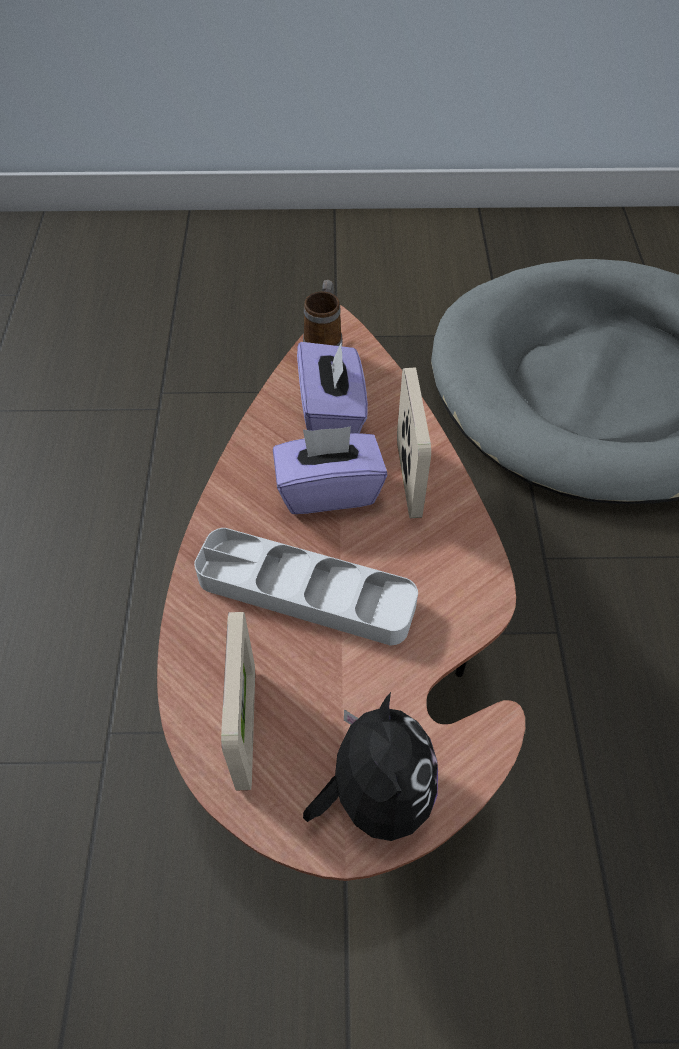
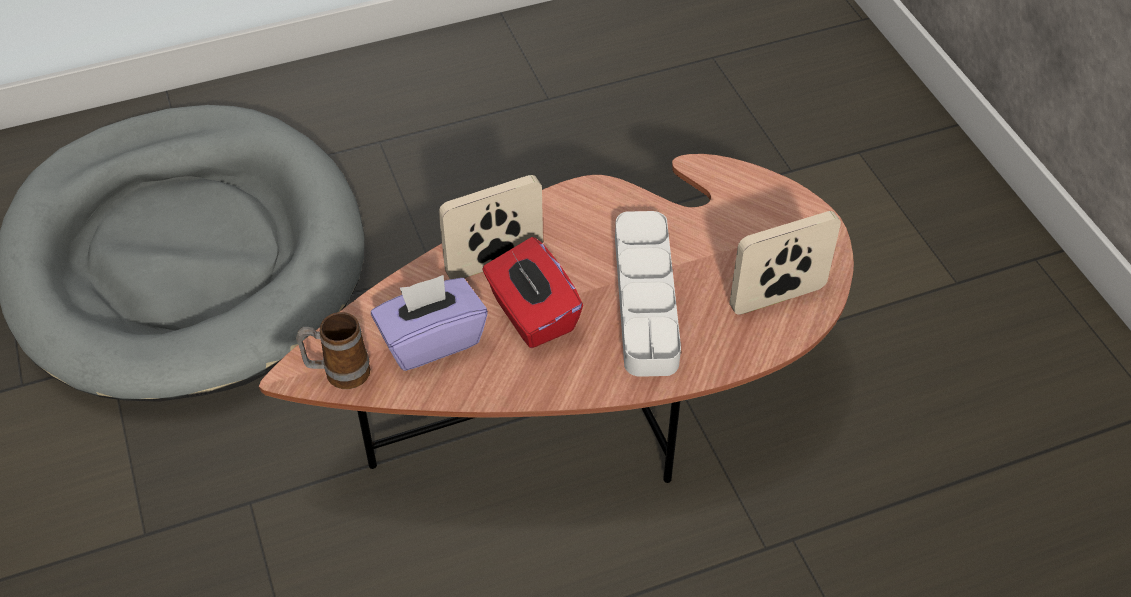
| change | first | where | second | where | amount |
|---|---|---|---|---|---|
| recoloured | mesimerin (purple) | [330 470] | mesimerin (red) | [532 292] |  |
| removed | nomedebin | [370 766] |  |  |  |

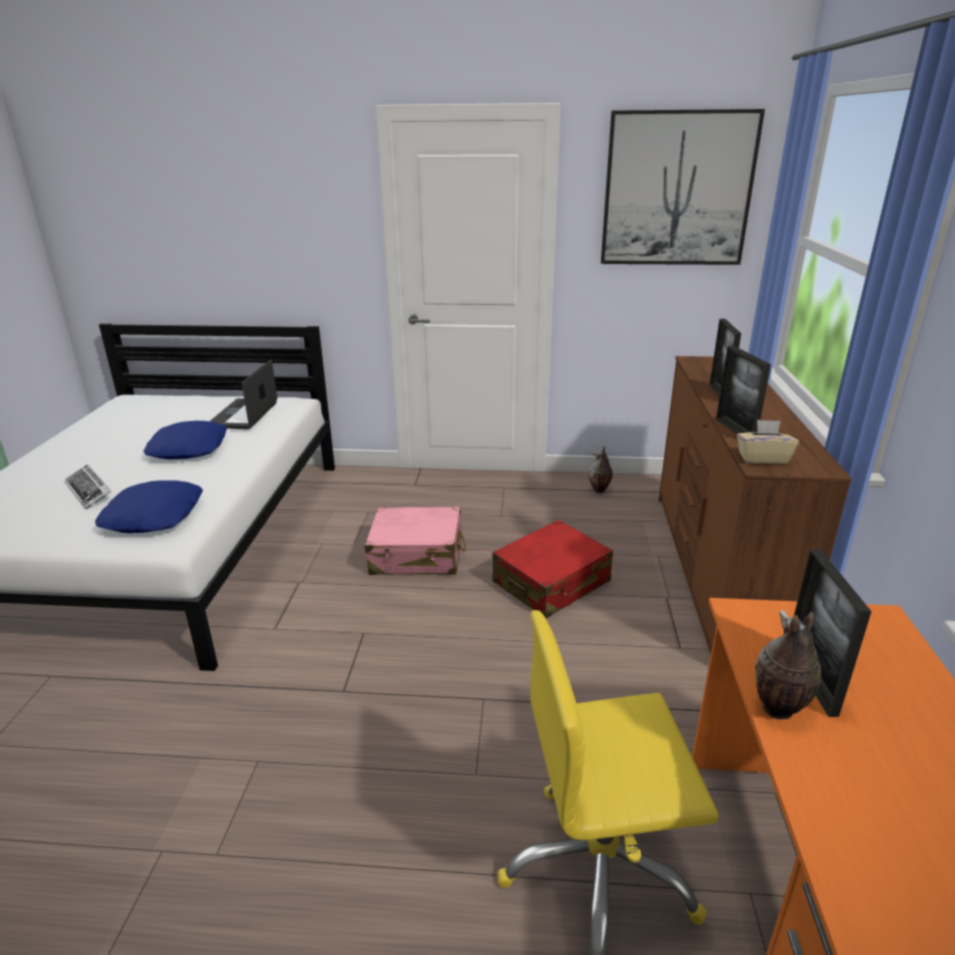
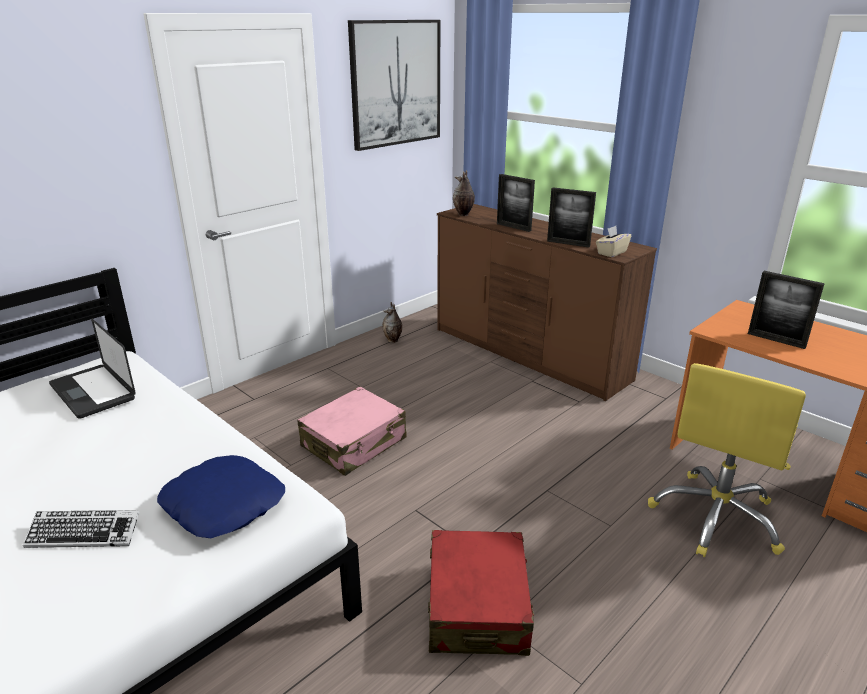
| change | first | where | second | where | amount |
|---|---|---|---|---|---|
| moved | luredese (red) | [552 569] |  | [481 593] |  |
| moved | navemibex | [788 665] |  | [464 193] |  |
| removed | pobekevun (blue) | [185 440] |  |  |  |

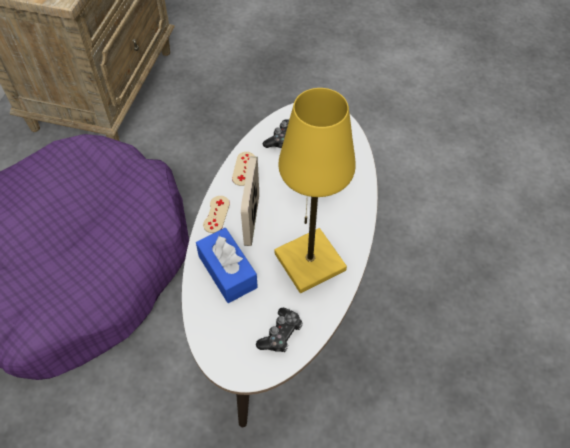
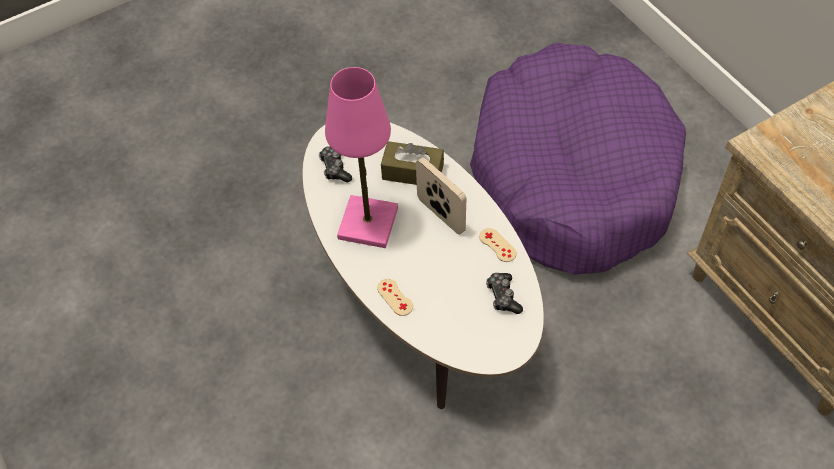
| change | first | where | second | where | amount |
|---|---|---|---|---|---|
| recoloured | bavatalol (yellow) | [315 190] | bavatalol (pink) | [361 157] |  |
| moved | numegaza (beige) | [216 214] |  | [395 297] |  |
| recoloured | mesimerin (blue) | [227 265] | mesimerin (brown) | [412 163] |  |

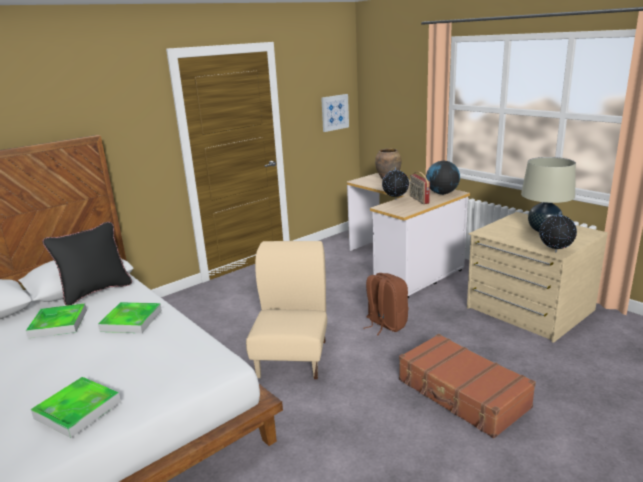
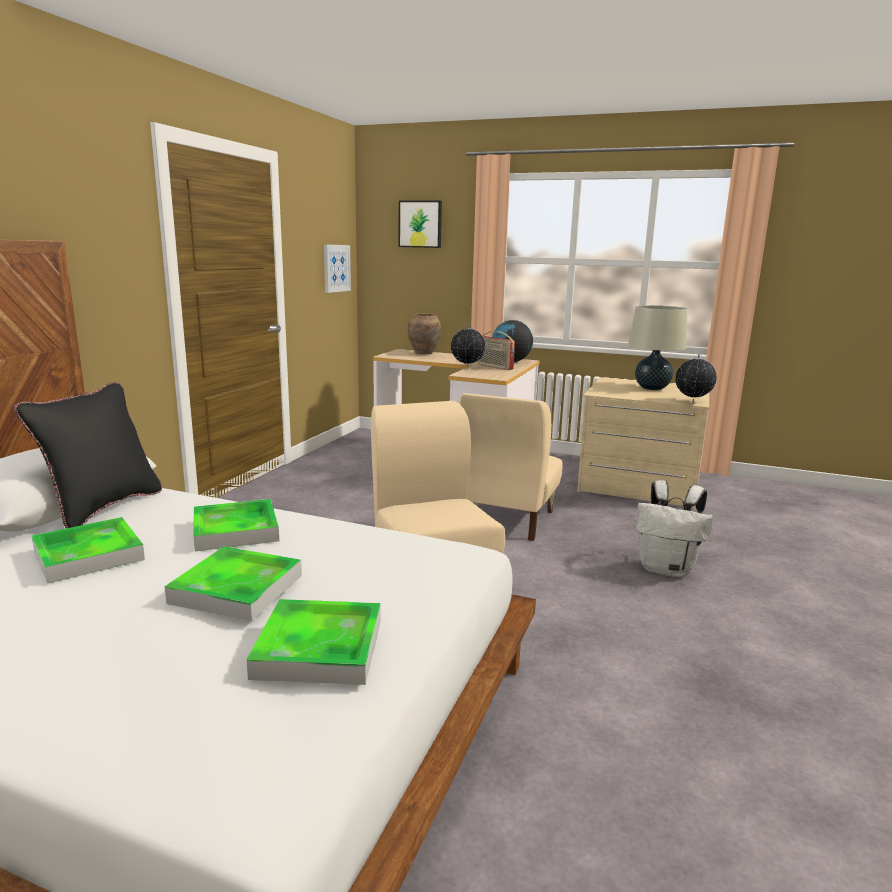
| change | first | where | second | where | amount |
|---|---|---|---|---|---|
| added |  |  | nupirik | [233 584] |  |
| added |  |  | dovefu | [420 224] |  |
| replaced | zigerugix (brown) | [386 304] | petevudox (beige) | [511 467] |  |
| replaced | luredese (brown) | [467 386] | zigerugix (white) | [674 528] |  |

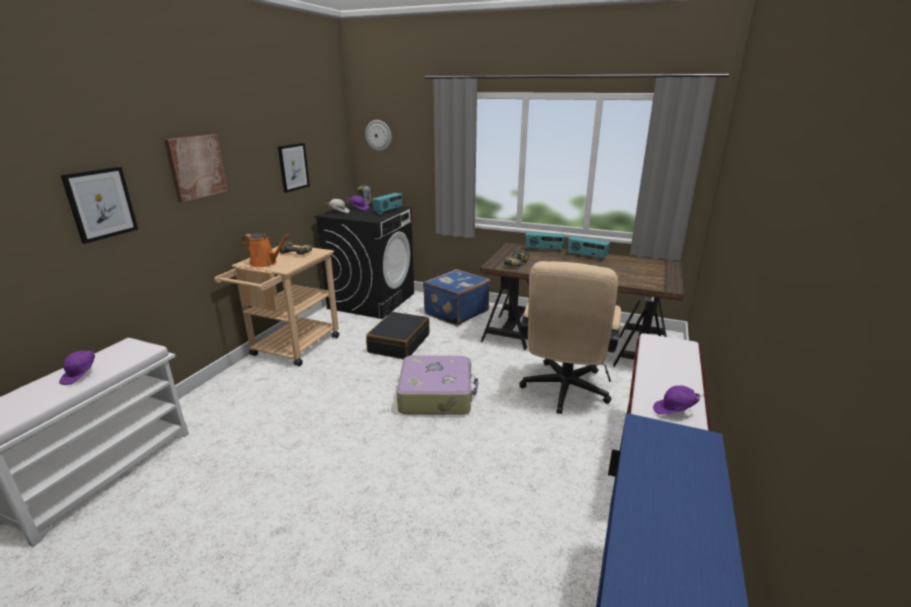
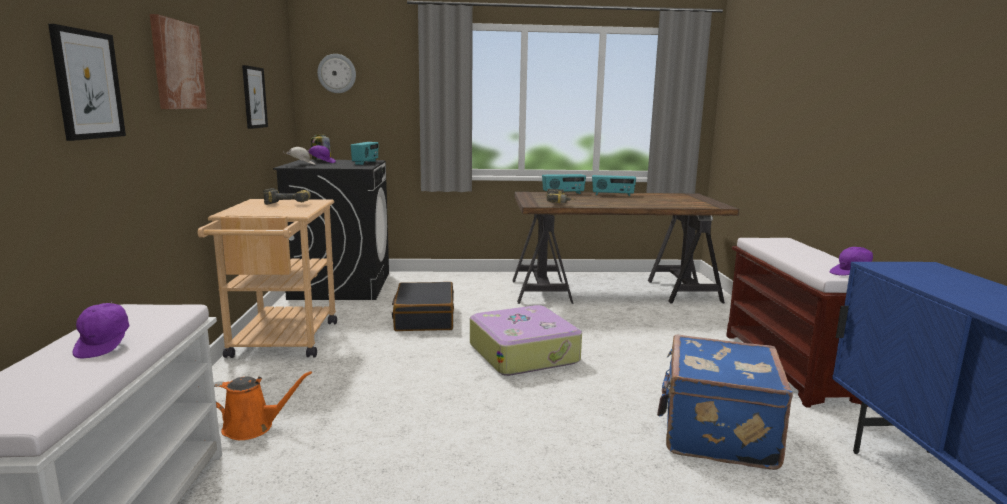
| change | first | where | second | where | amount |
|---|---|---|---|---|---|
| moved | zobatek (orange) | [265 250] |  | [263 405] |  |
| moved | luredese (blue) | [456 297] |  | [725 402] |  |
| removed | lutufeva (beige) | [570 337] |  |  |  |

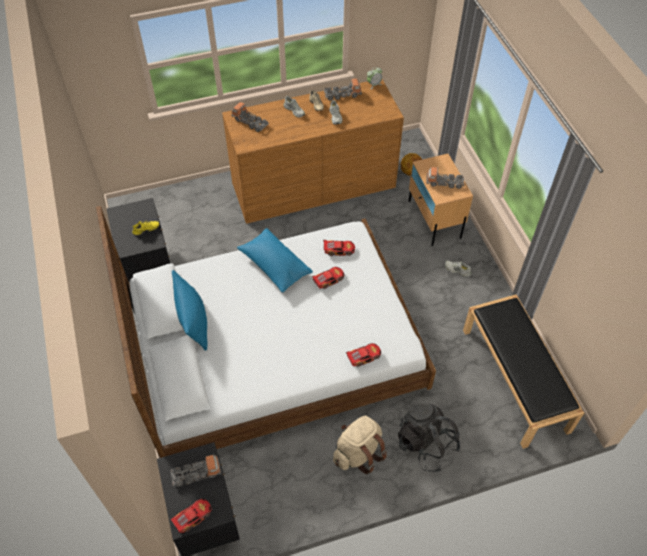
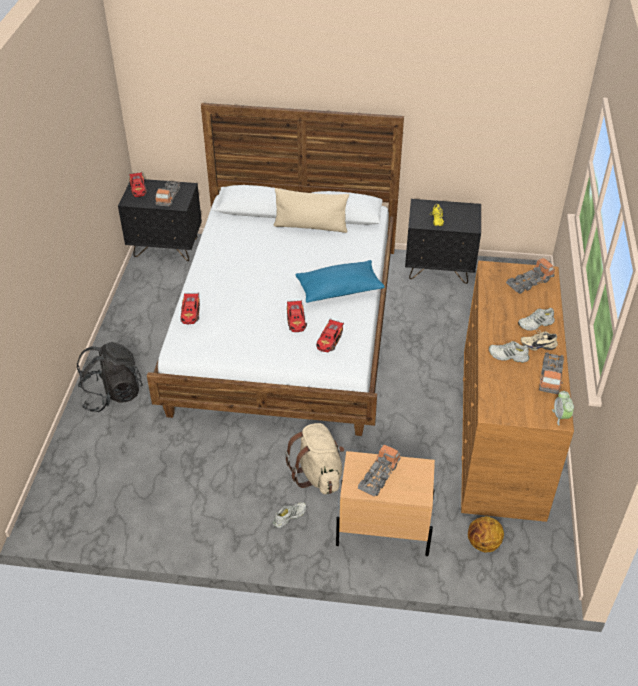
| change | first | where | second | where | amount |
|---|---|---|---|---|---|
| recoloured | pobekevun (blue) | [190 310] | pobekevun (beige) | [311 210] |  |
| moved | zigerugix (beige) | [360 445] |  | [314 458] |  |
| removed | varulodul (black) | [523 371] |  |  |  |

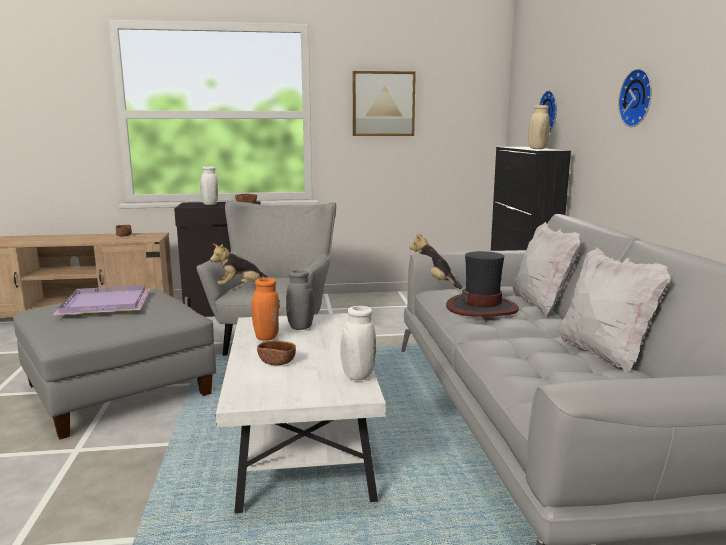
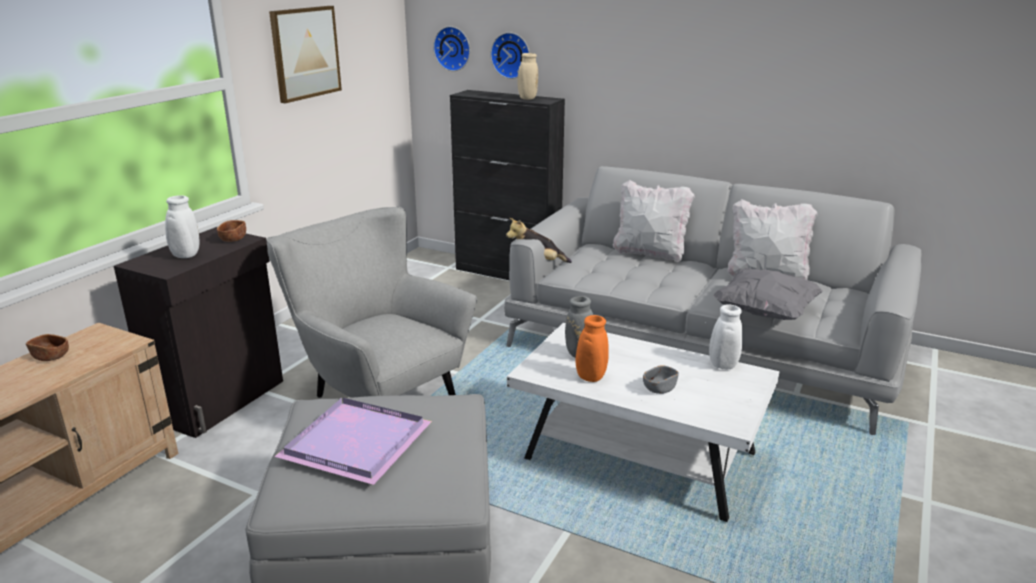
| change | first | where | second | where | amount |
|---|---|---|---|---|---|
| moved | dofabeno | [635 98] |  | [451 48] |  |
| recoloured | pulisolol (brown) | [276 353] | pulisolol (grey) | [661 379] |  |
| added |  |  | pobekevun (grey) | [768 294] |  |
| removed | nomedebin | [239 264] |  |  |  |
| removed | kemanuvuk | [482 284] |  |  |  |

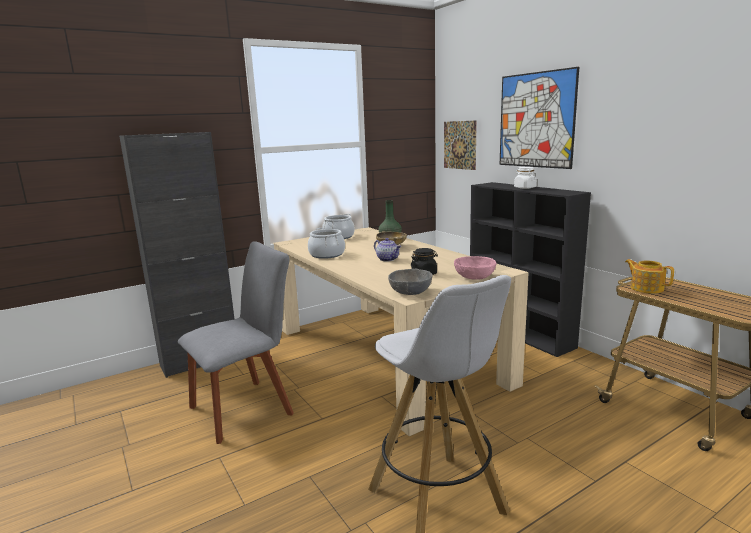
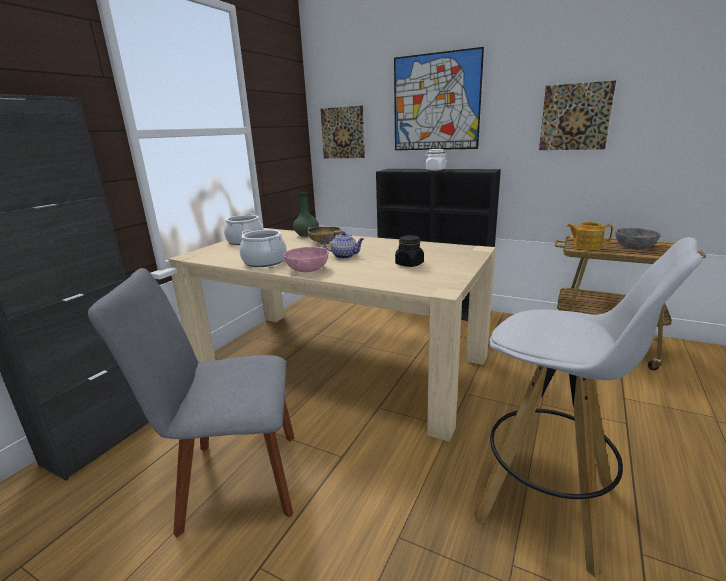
| change | first | where | second | where | amount |
|---|---|---|---|---|---|
| turned | petevudox (grey) | [236 342] |  | [191 403] | 120 degrees counterclockwise |
| moved | pulisolol (pink) | [475 268] |  | [306 259] |  |
| added |  |  | dovefu | [577 115] |  |
| moved | pulisolol (grey) | [410 282] |  | [638 238] |  |

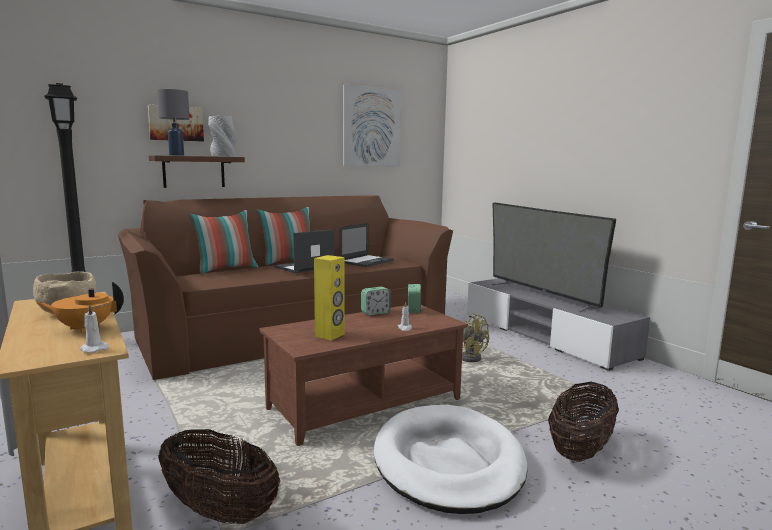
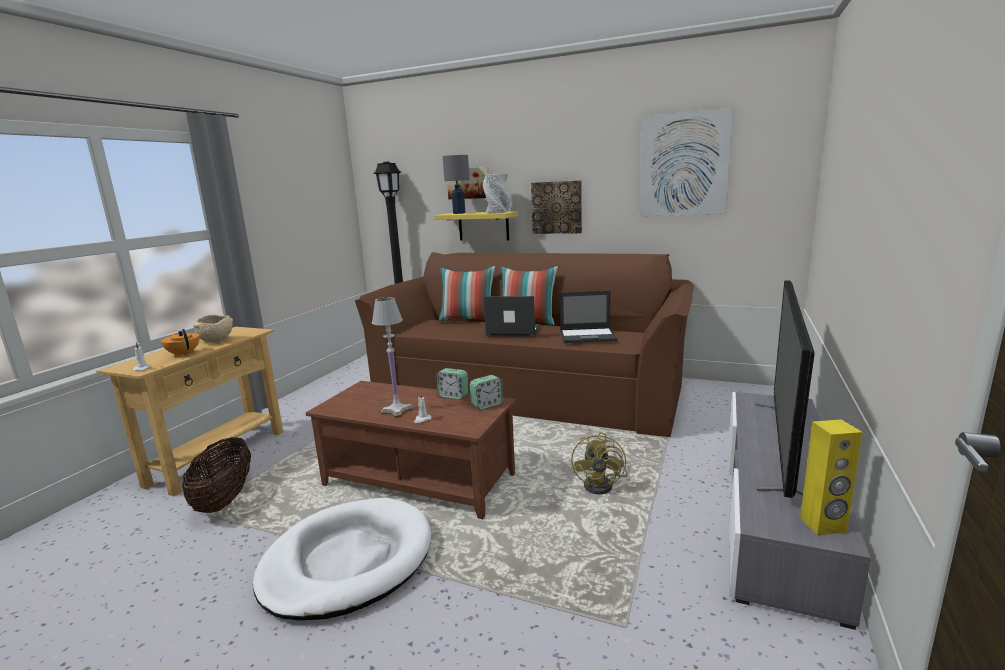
| change | first | where | second | where | amount |
|---|---|---|---|---|---|
| added |  |  | bavatalol (white) | [392 357] |  |
| recoloured | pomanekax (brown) | [197 171] | pomanekax (yellow) | [476 226] |  |
| added |  |  | dovefu | [556 207] |  |
| moved | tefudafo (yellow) | [329 298] |  | [831 477] |  |
| removed | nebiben | [583 422] |  |  |  |

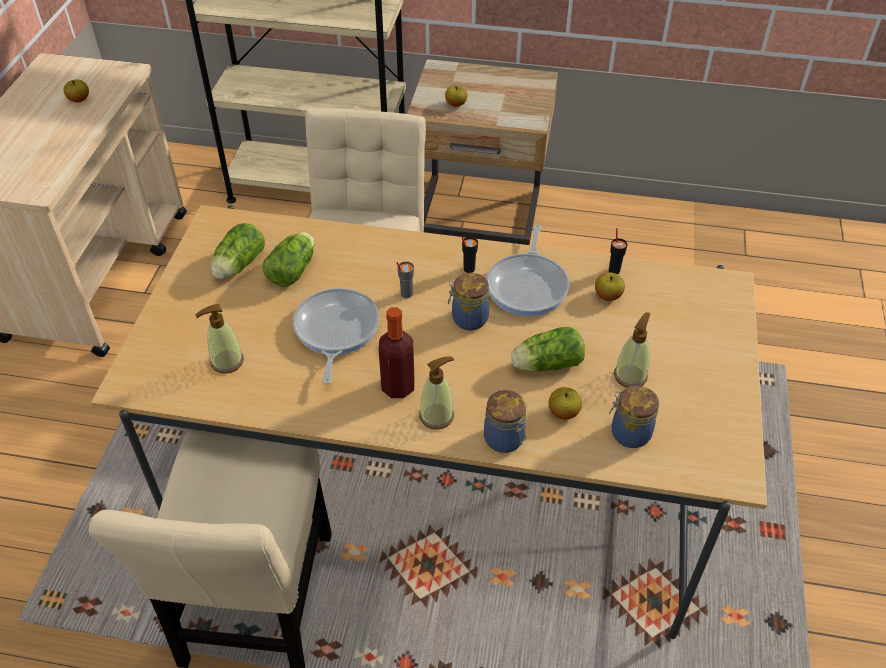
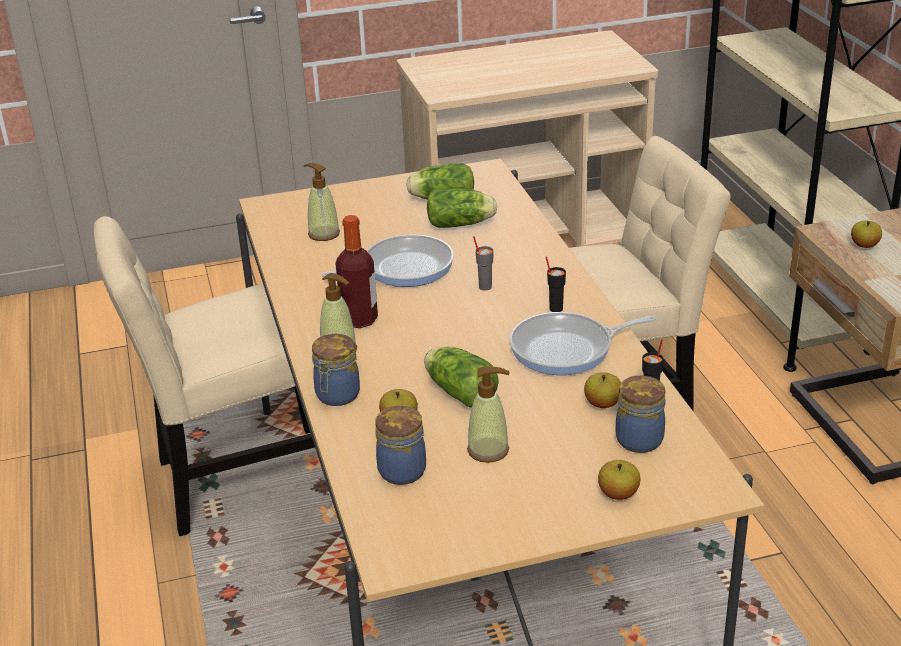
| change | first | where | second | where | amount |
|---|---|---|---|---|---|
| moved | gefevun | [76 90] |  | [619 480] |  |
| moved | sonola | [468 302] |  | [640 414] |  |

